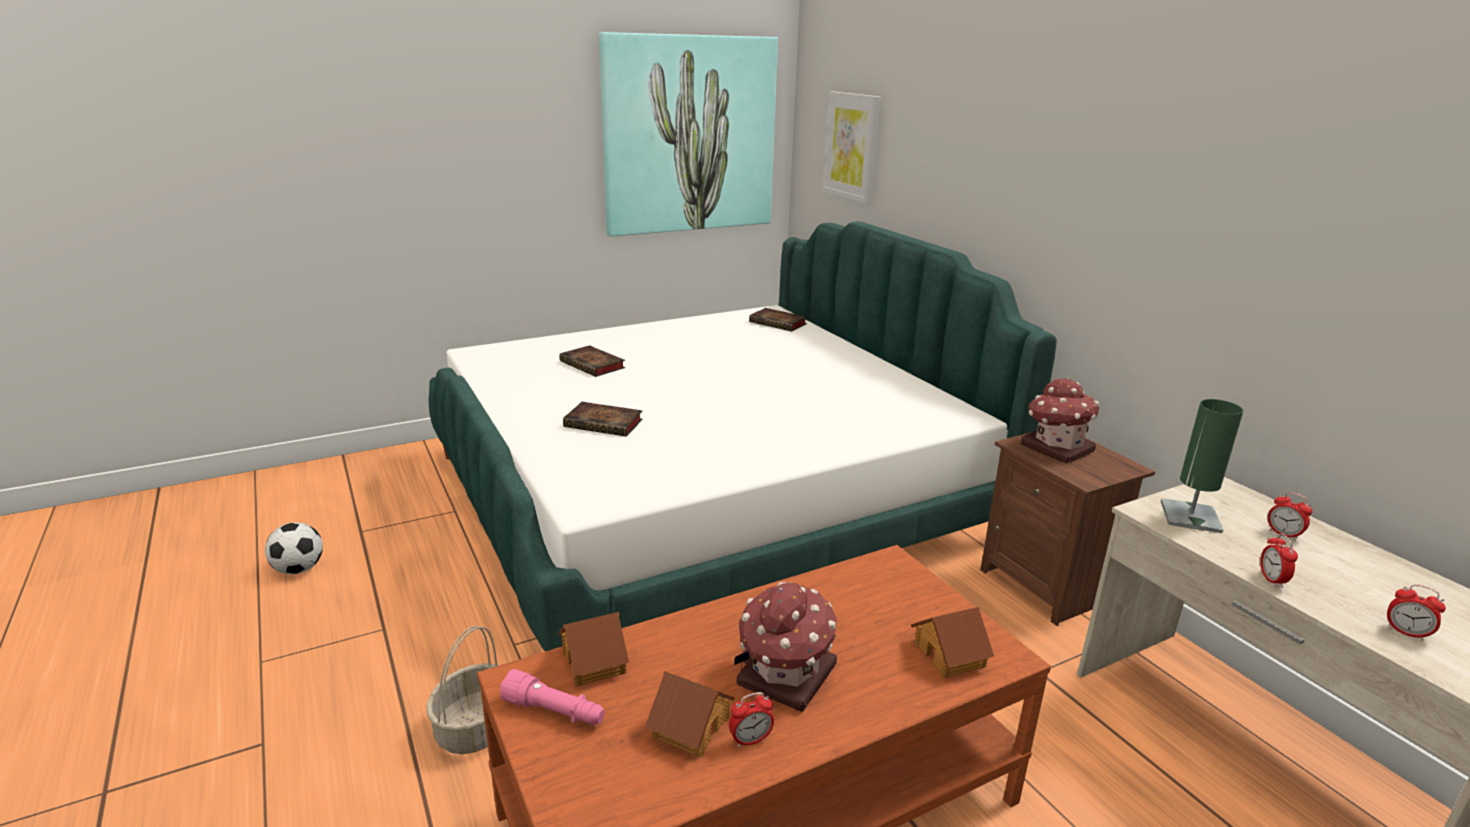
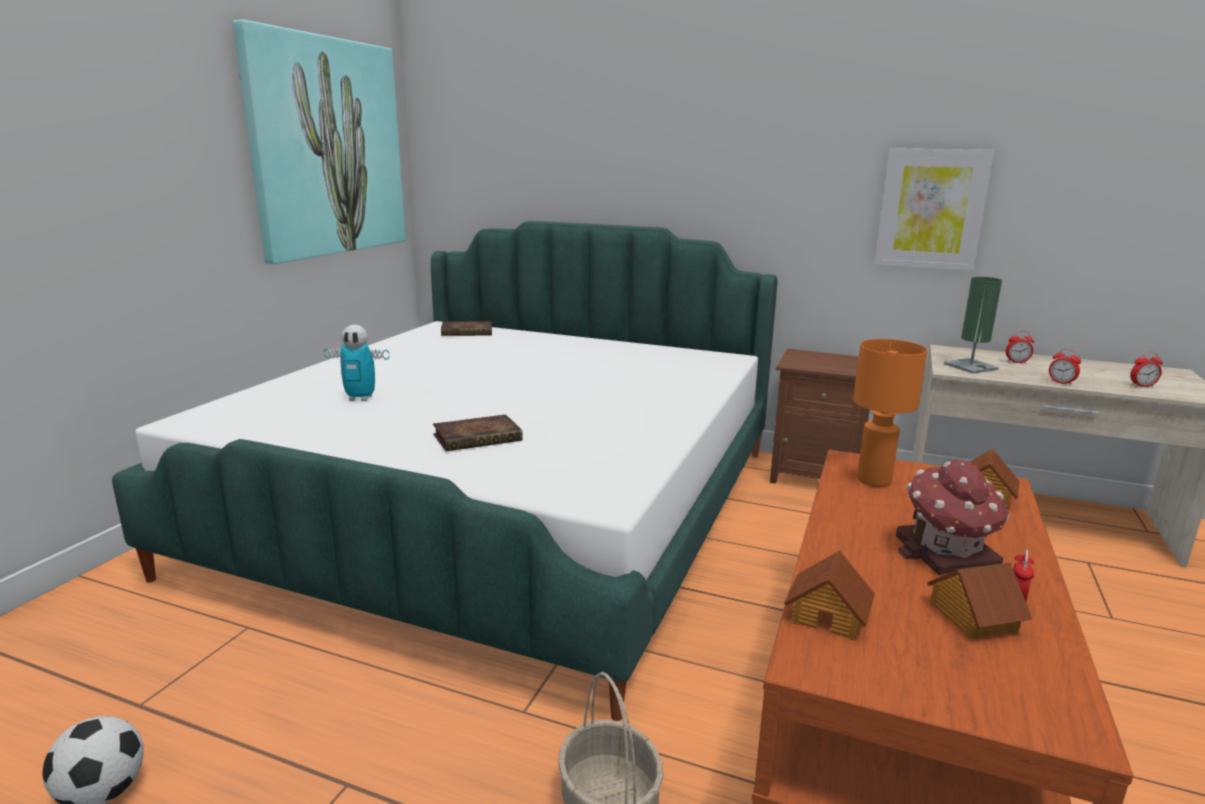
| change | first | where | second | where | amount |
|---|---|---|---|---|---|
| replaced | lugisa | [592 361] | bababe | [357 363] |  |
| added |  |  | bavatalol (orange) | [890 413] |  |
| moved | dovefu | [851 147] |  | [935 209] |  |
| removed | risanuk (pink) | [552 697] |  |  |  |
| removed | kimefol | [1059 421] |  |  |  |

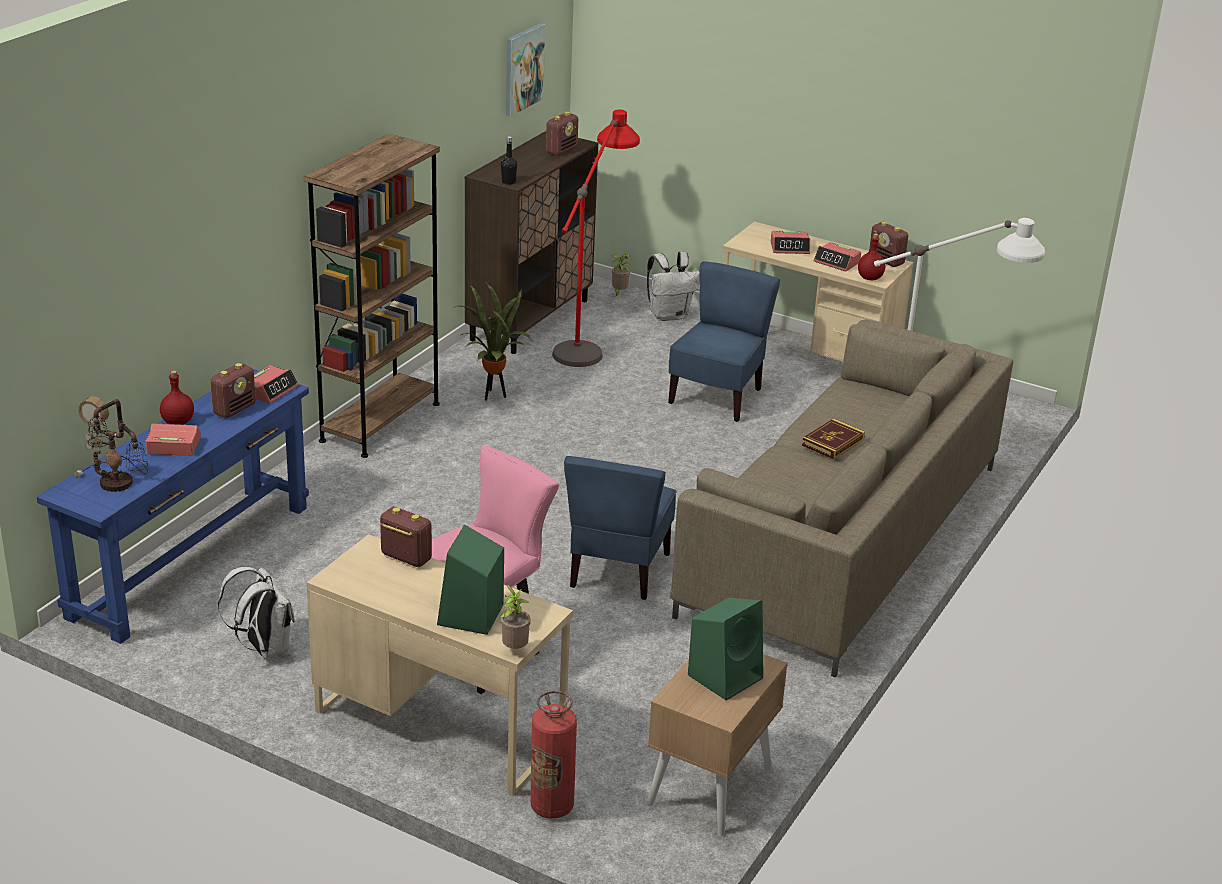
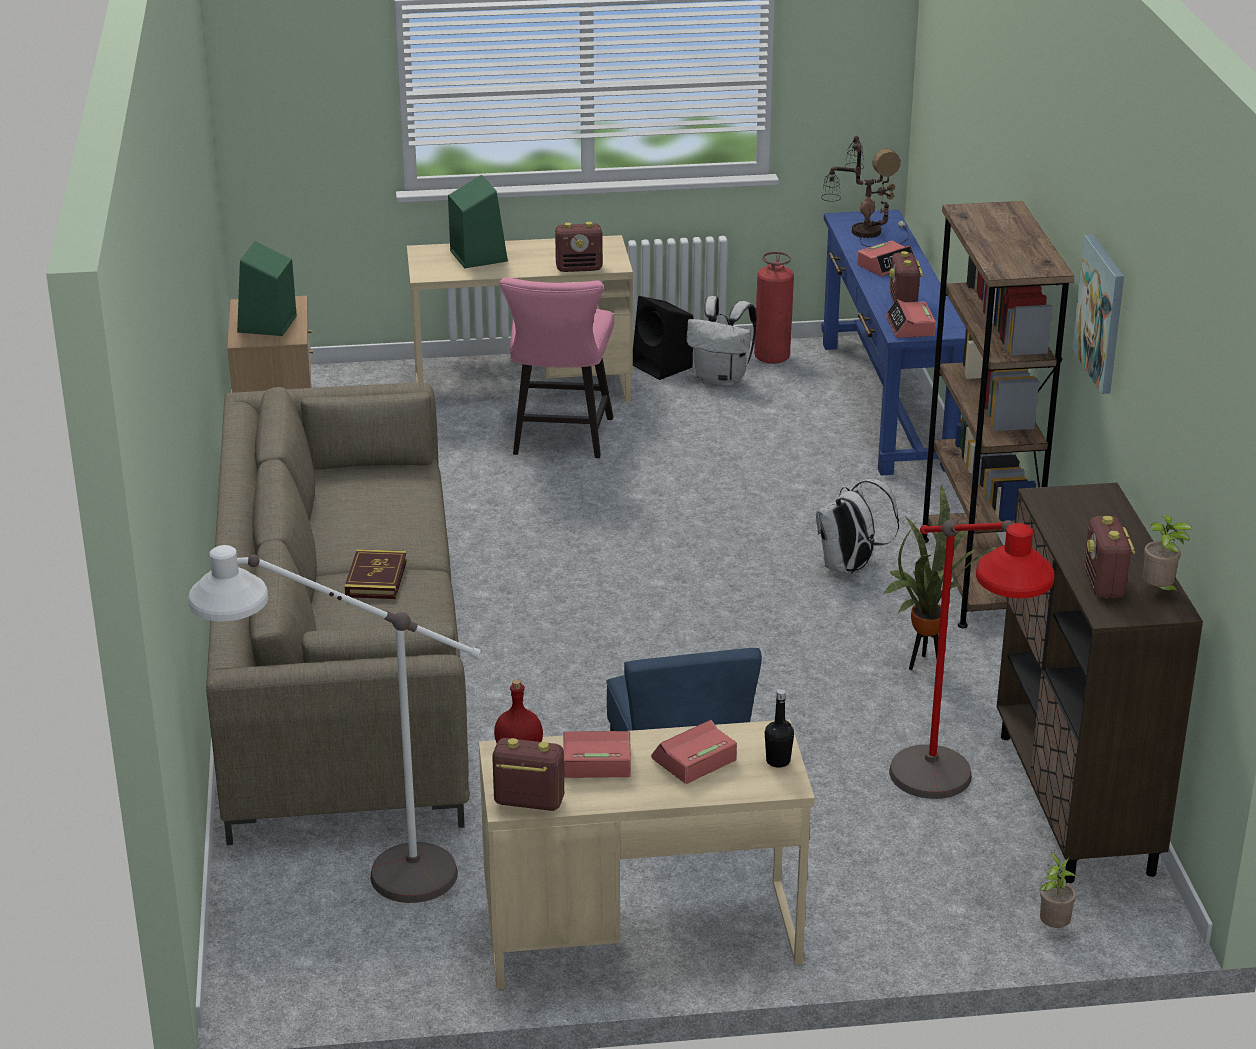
| change | first | where | second | where | amount |
|---|---|---|---|---|---|
| added |  |  | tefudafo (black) | [663 338] |  |
| moved | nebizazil | [553 754] |  | [774 307] |  |
| moved | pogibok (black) | [509 160] |  | [779 728] |  |
| moved | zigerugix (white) | [673 286] |  | [857 527] |  |
| moved | dovefu | [525 69] |  | [1098 314] |  |
| moved | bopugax | [515 616] |  | [1167 554] |  |
| removed | pogibok (red) | [177 397] |  |  |  |
| removed | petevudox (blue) | [620 528] |  |  |  |

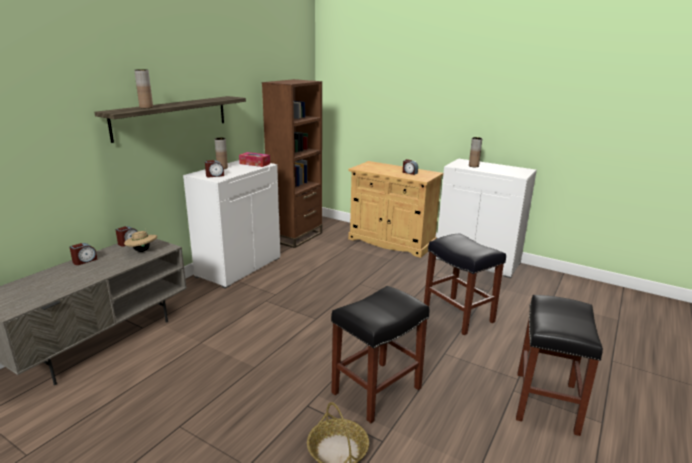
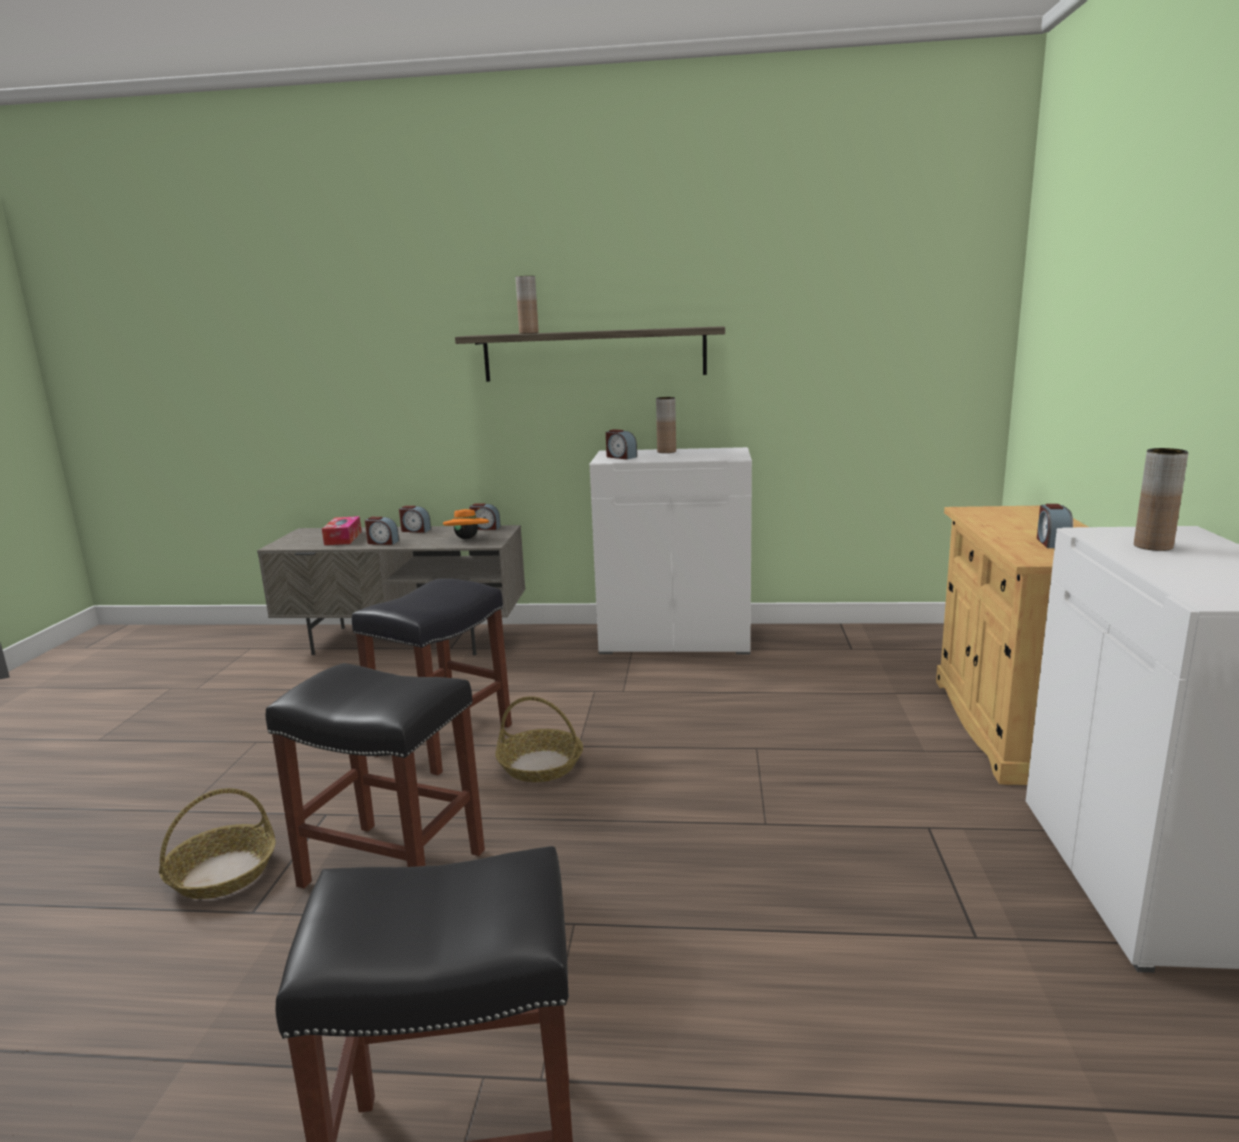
| change | first | where | second | where | amount |
|---|---|---|---|---|---|
| moved | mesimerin | [254 159] |  | [342 530] |  |
| moved | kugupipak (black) | [465 284] |  | [432 677] |  |
| added |  |  | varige | [382 531] |  |
| recoloured | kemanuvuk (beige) | [140 241] | kemanuvuk (orange) | [466 524] |  |
| added |  |  | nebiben | [539 739] |  |
| removed | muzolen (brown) | [292 163] |  |  |  |

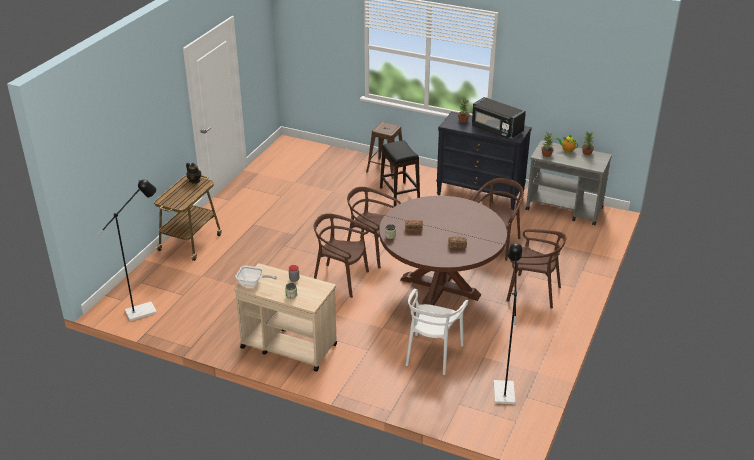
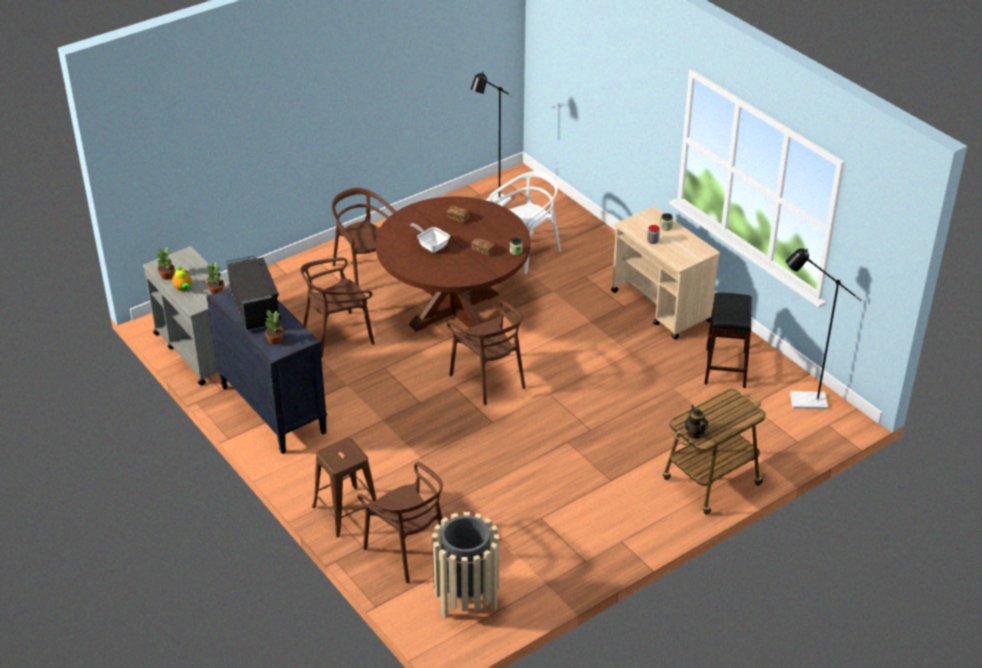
| change | first | where | second | where | amount |
|---|---|---|---|---|---|
| moved | petevudox (brown) | [341 256] |  | [400 522] |  |
| moved | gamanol | [256 276] |  | [430 237] |  |
| added |  |  | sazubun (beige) | [465 565] |  |
| moved | kugupipak (black) | [400 173] |  | [728 340] |  |

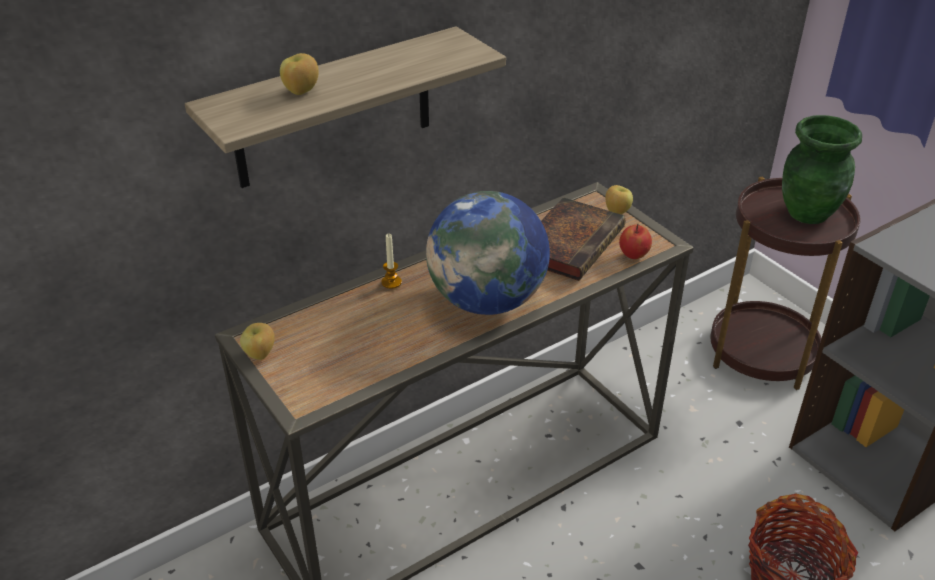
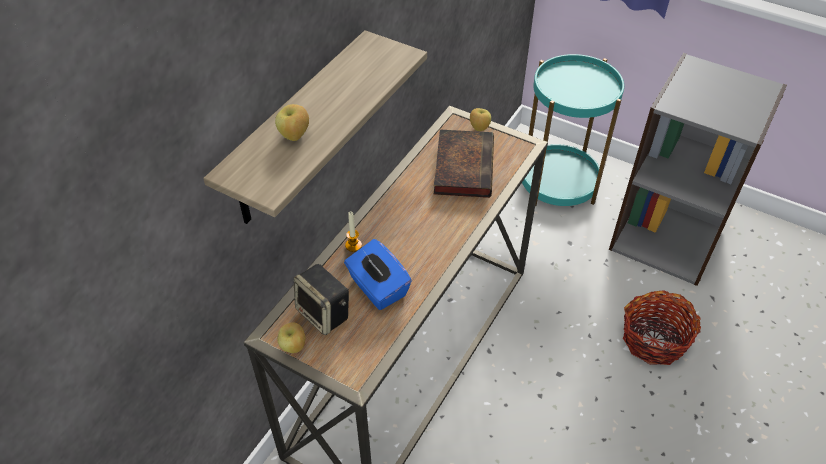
| change | first | where | second | where | amount |
|---|---|---|---|---|---|
| added |  |  | tefudafo | [321 299] |  |
| added |  |  | mesimerin (blue) | [378 274] |  |
| recoloured | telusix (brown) | [785 283] | telusix (turquoise) | [573 130] |  |
| removed | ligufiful | [488 253] |  |  |  |
| removed | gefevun | [635 241] |  |  |  |
| removed | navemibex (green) | [822 169] |  |  |  |

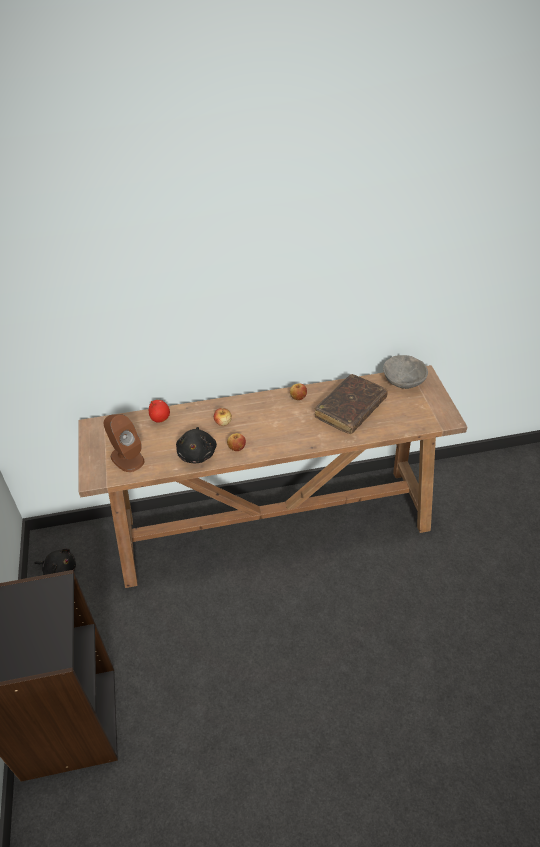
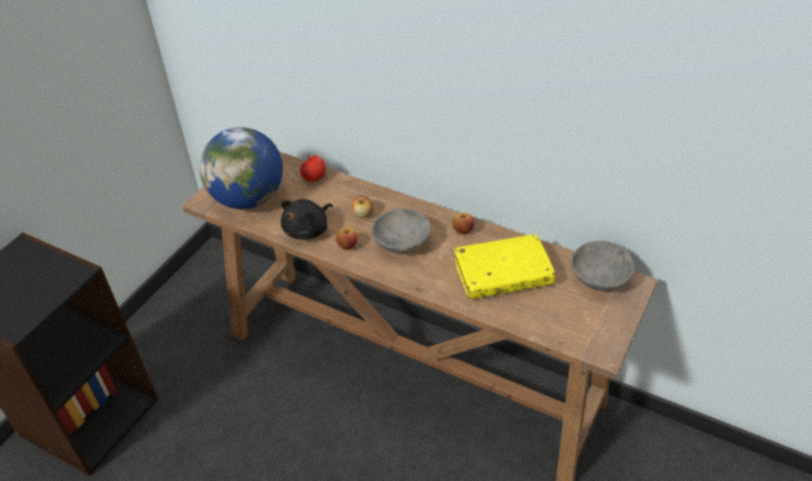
| change | first | where | second | where | amount |
|---|---|---|---|---|---|
| replaced | tefudafo (brown) | [124 443] | ligufiful | [241 168] |  |
| added |  |  | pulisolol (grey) | [401 231] |  |
| recoloured | lugisa (brown) | [351 404] | lugisa (yellow) | [505 266] |  |
| removed | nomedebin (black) | [55 561] |  |  |  |

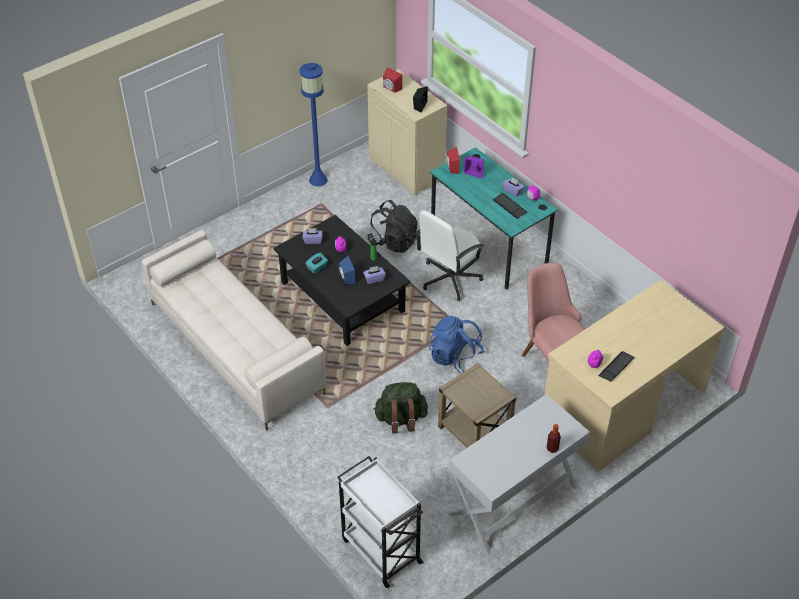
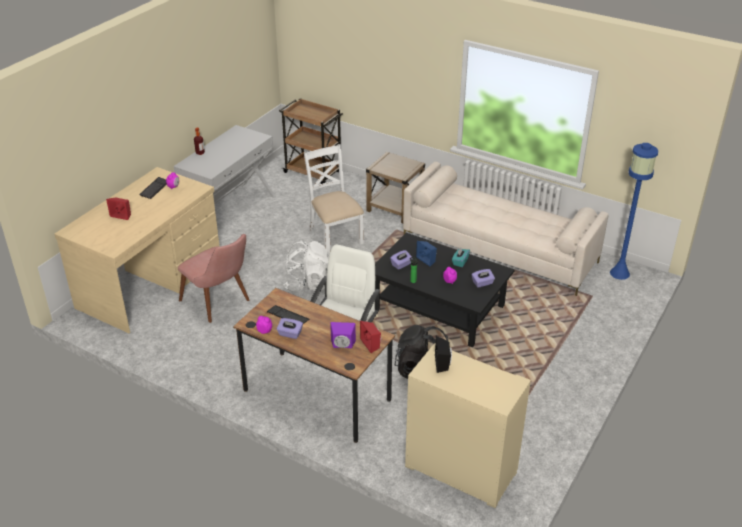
| change | first | where | second | where | amount |
|---|---|---|---|---|---|
| moved | tefudafo (red) | [392 80] |  | [118 208] |  |
| recoloured | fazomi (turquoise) | [494 218] | fazomi (brown) | [314 365] |  |
| recoloured | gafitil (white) | [380 522] | gafitil (brown) | [311 141] |  |
| recoloured | zigerugix (blue) | [457 345] | zigerugix (white) | [306 266] |  |
| replaced | zigerugix (green) | [400 407] | petevudox (white) | [334 198] |  |
| moved | telusix (beige) | [477 405] |  | [395 187] |  |
| moved | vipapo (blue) | [313 124] |  | [634 211] |  |

